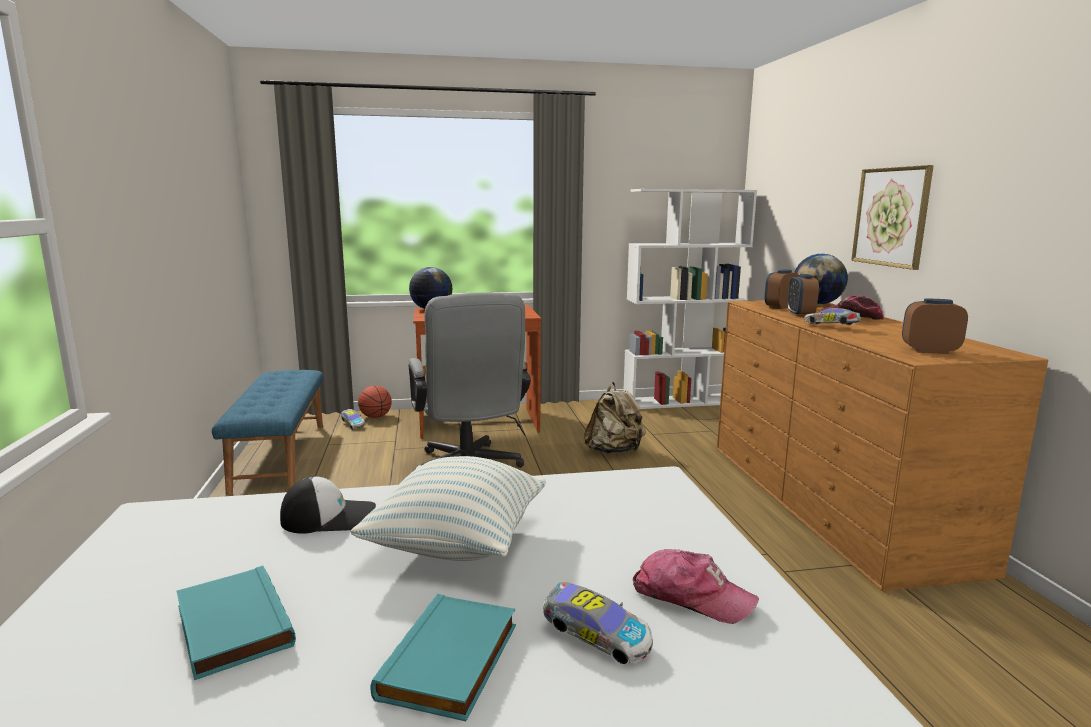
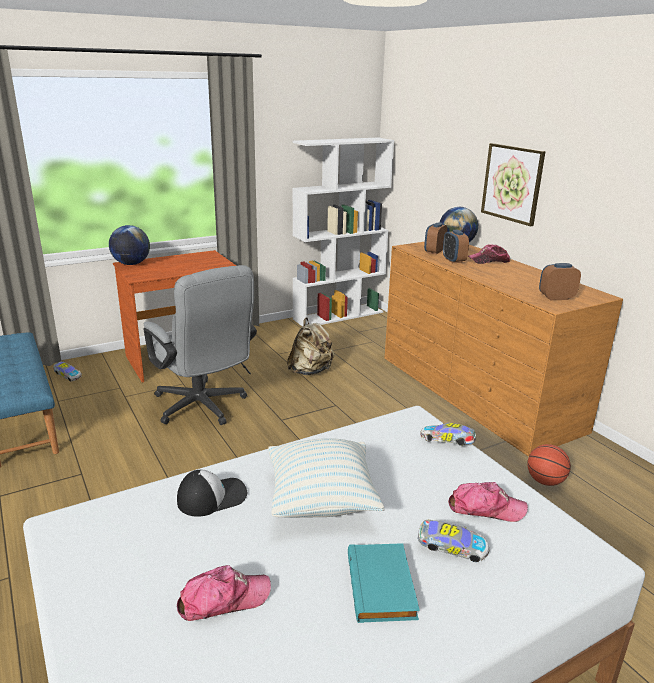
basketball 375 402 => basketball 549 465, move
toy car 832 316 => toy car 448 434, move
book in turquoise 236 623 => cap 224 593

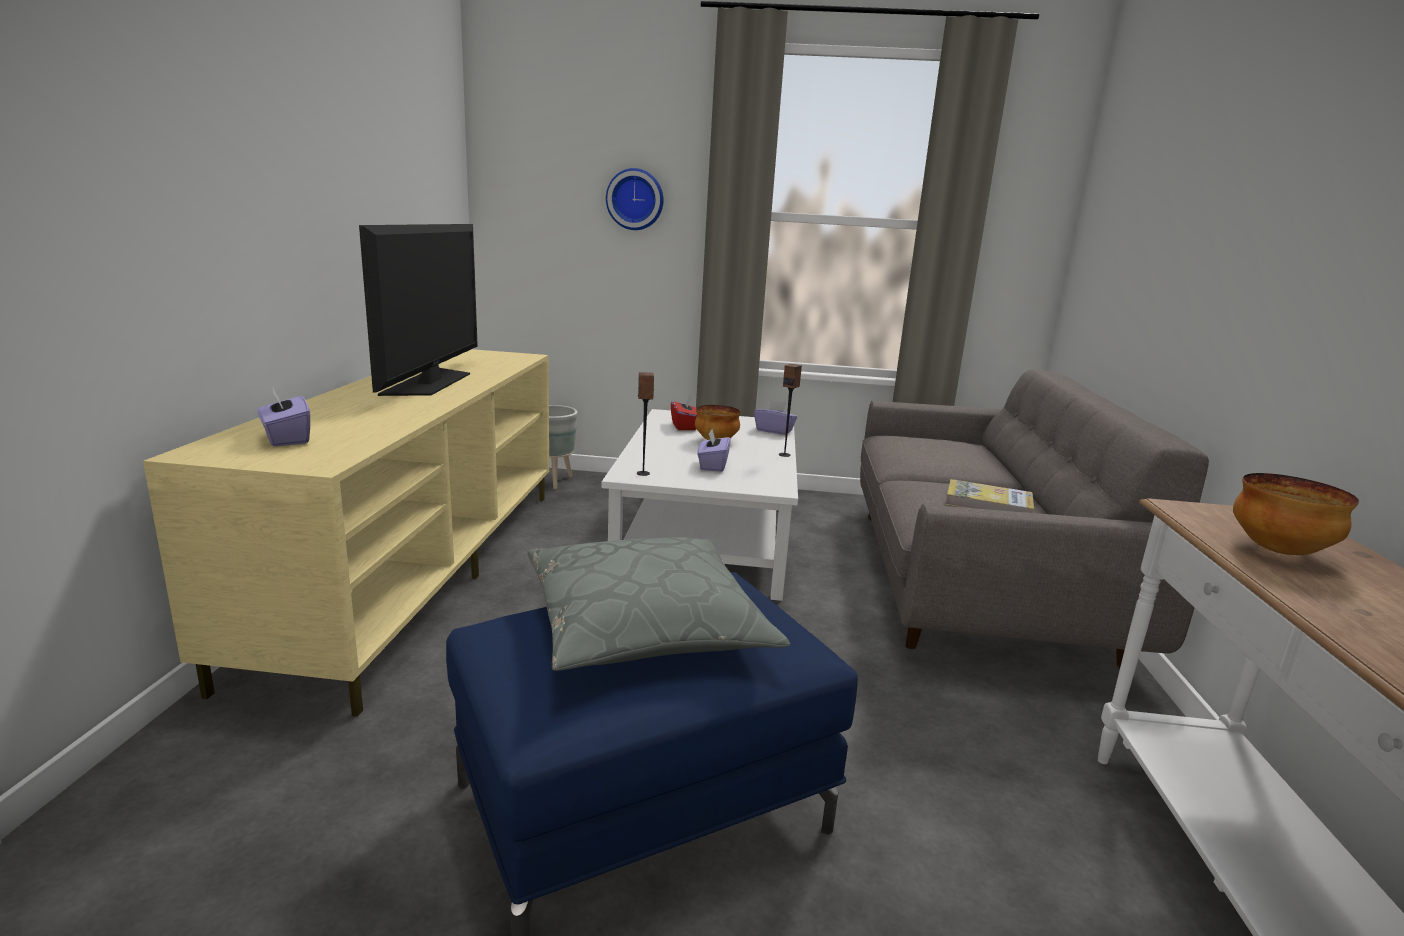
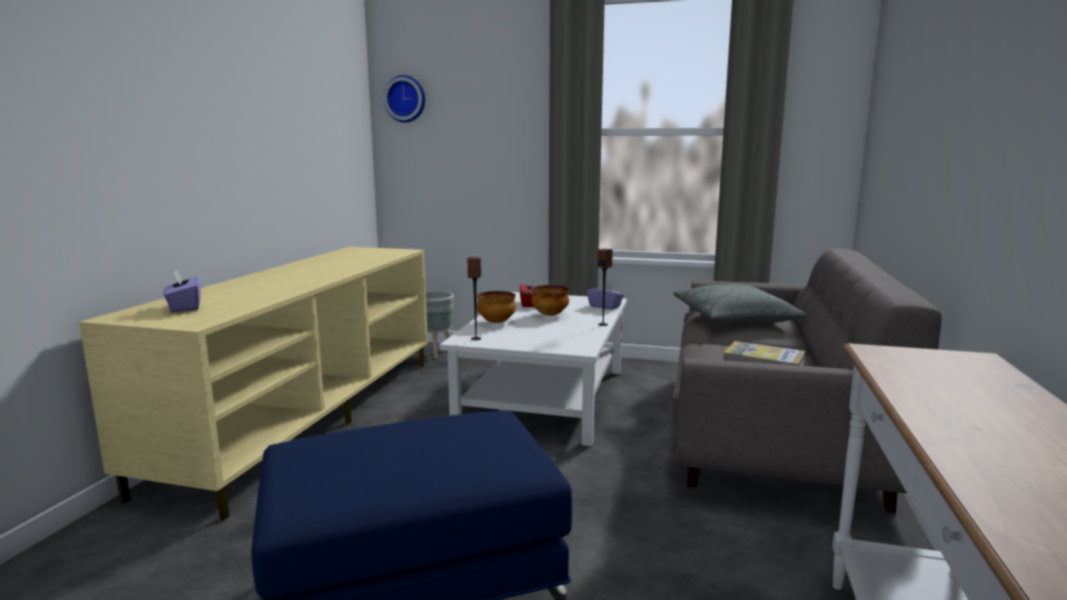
television 418 310 => nothing
tissue box in purple 714 450 => nothing
pillow in grey 659 604 => pillow in grey 740 305, move
wall clock 634 199 => wall clock 404 99, move
bowl 1296 514 => bowl 496 307, move

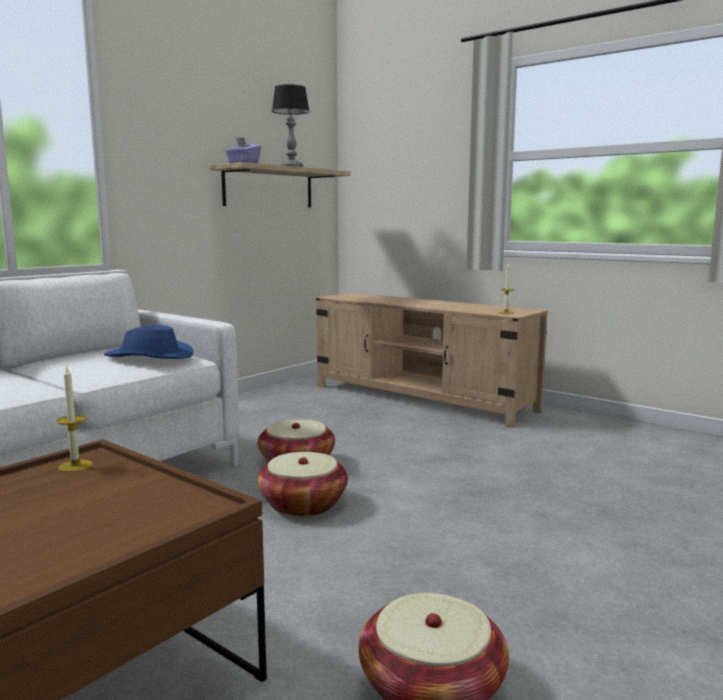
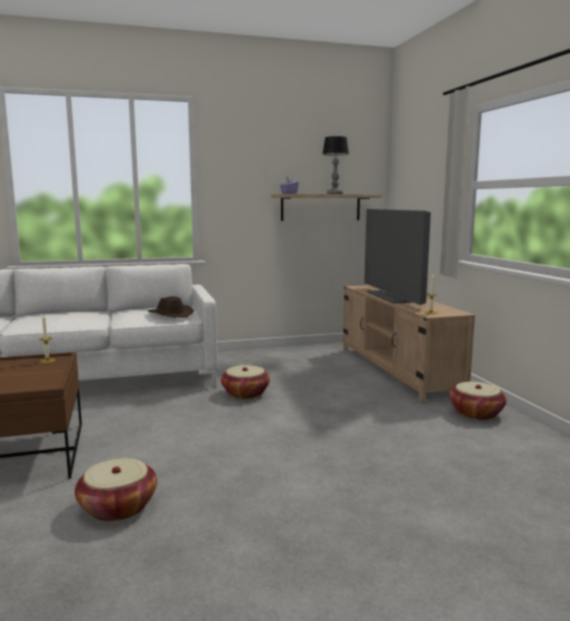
nothing => television 397 257
basket 302 484 => basket 478 401, move
hat in blue 149 342 => hat in brown 171 307

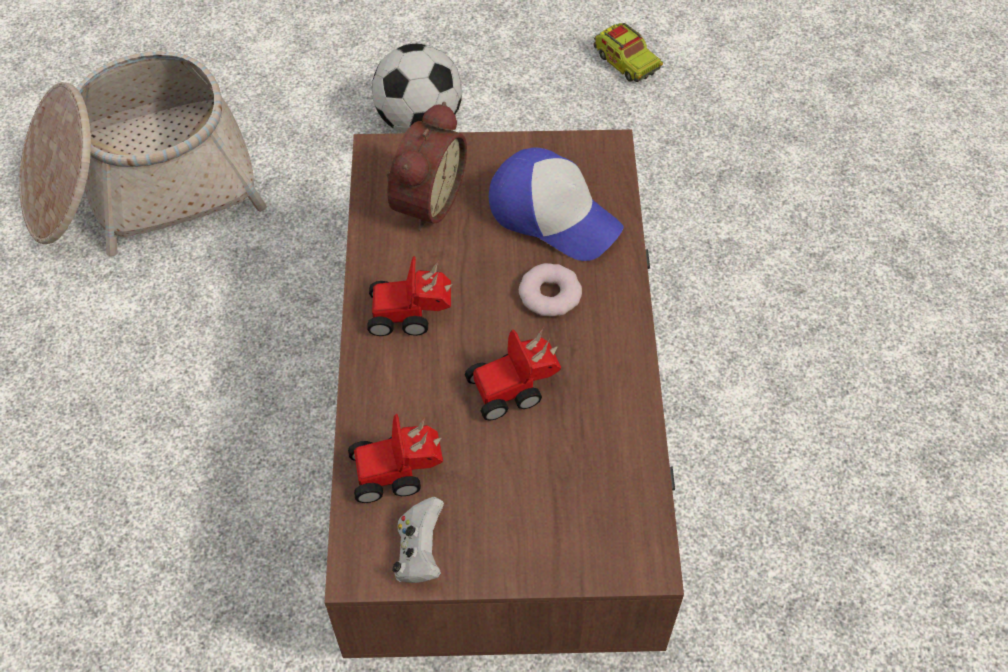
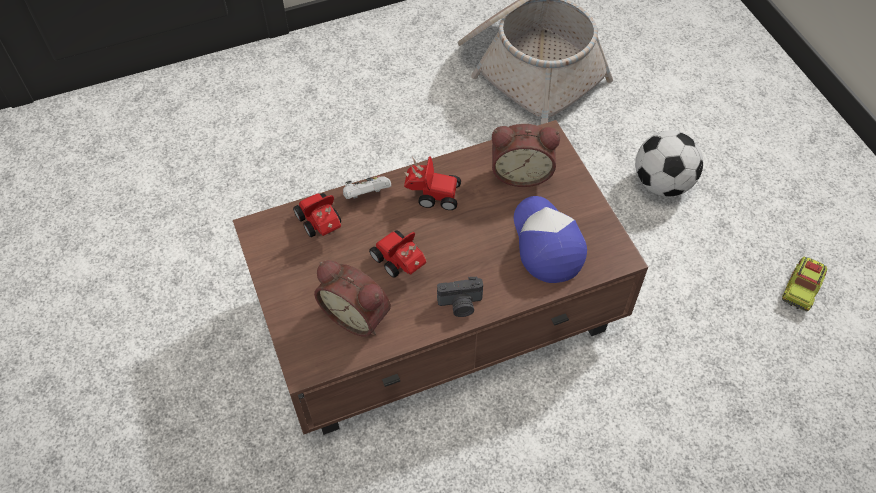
donut 550 290 => nothing
nothing => alarm clock 352 298
nothing => photo camera 460 297
game controller in white 418 540 => game controller in white 367 187, move
toy car 409 296 => toy car 432 183, 120 degrees clockwise
cap 556 204 => cap 550 239, 150 degrees clockwise

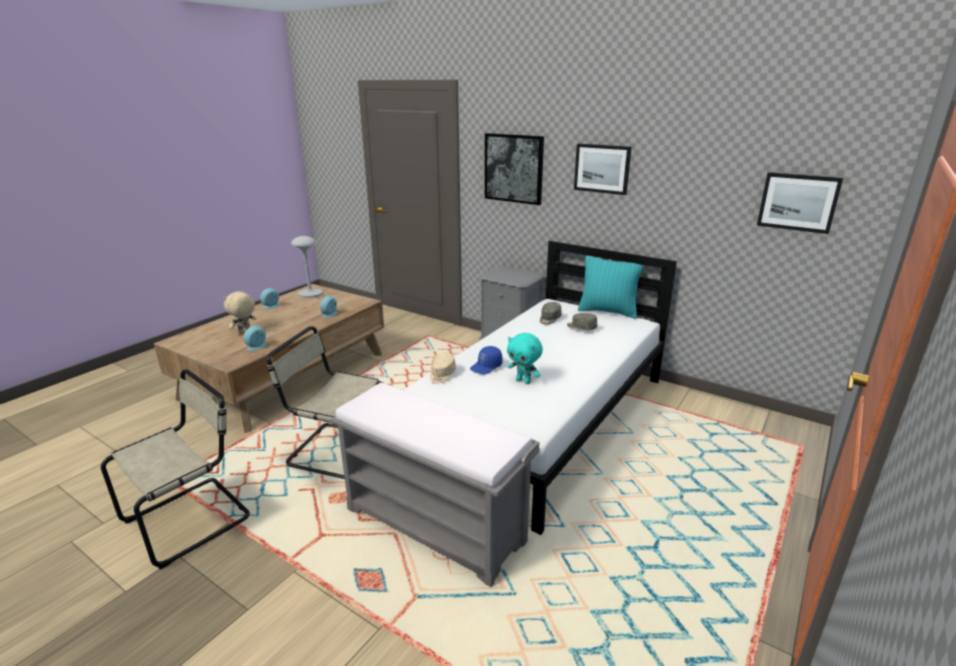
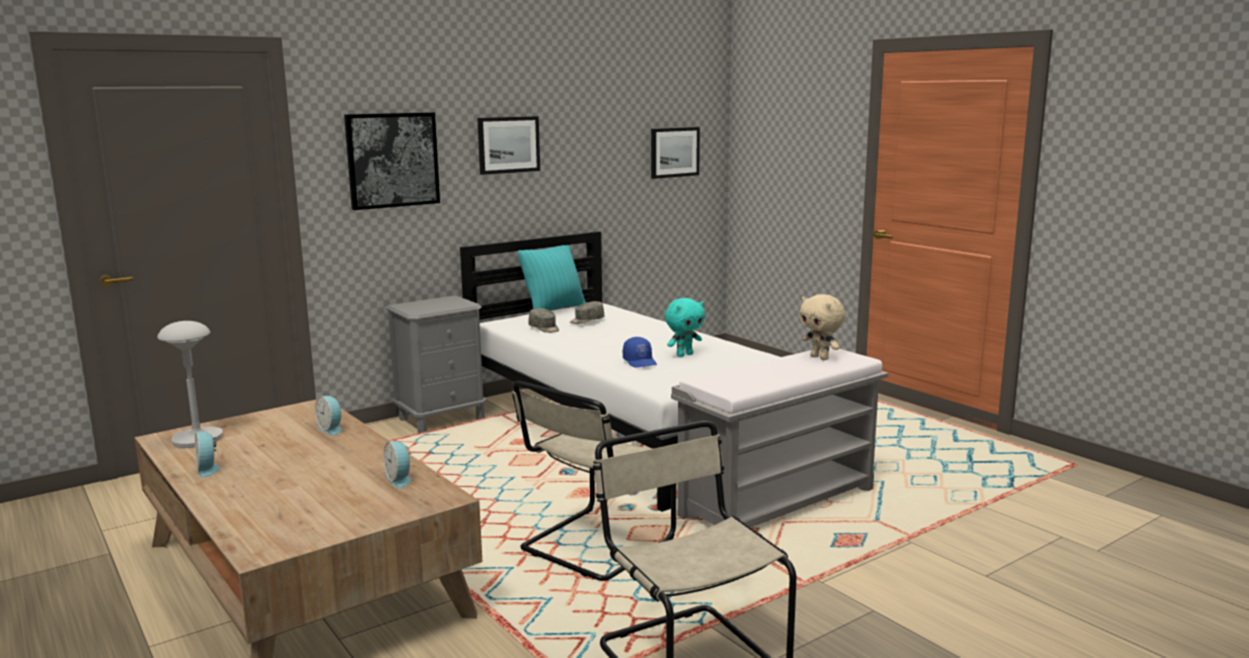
cap in beige 443 368 => nothing
plush toy in beige 239 312 => plush toy in beige 822 327, move

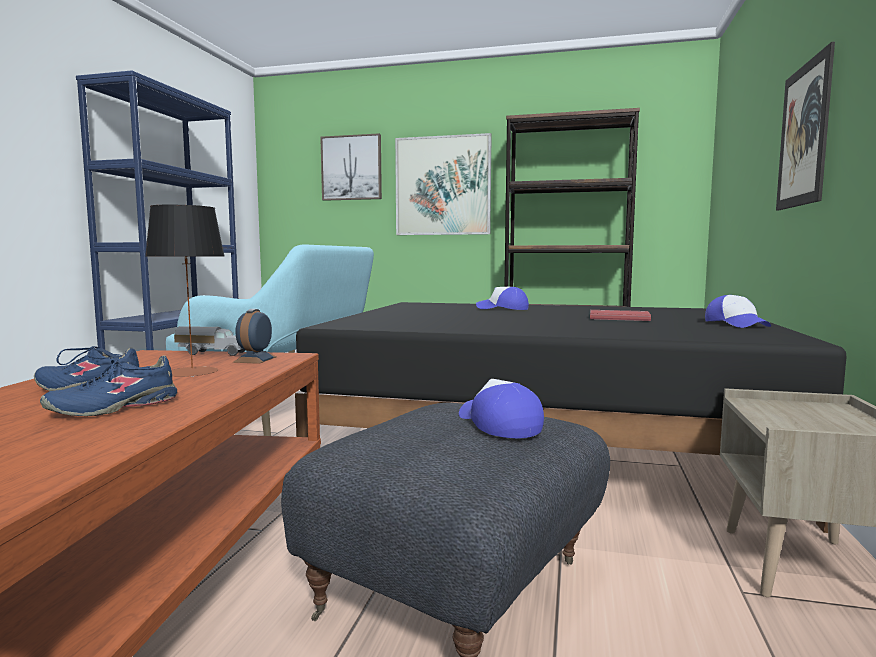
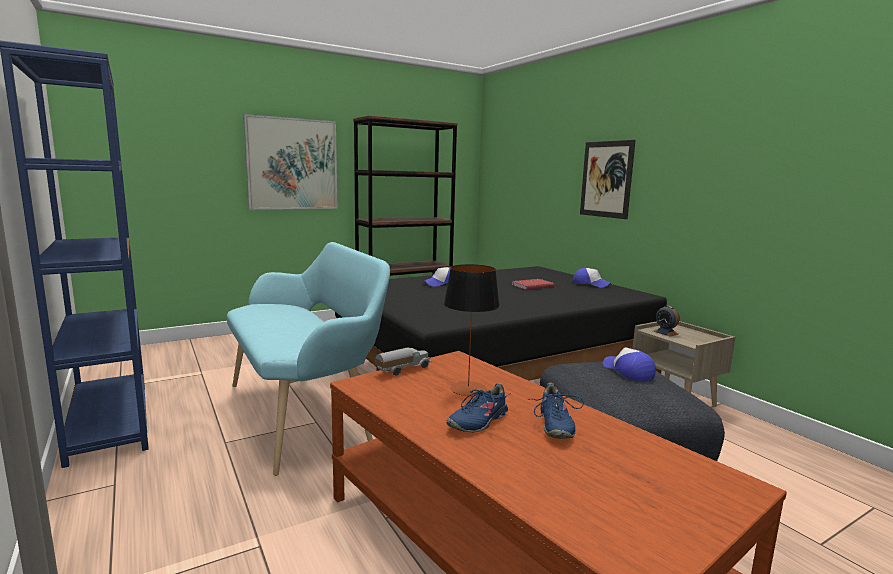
picture 351 167 => nothing
alarm clock 255 336 => alarm clock 666 321, move
cap 501 408 => cap 629 364, 45 degrees clockwise

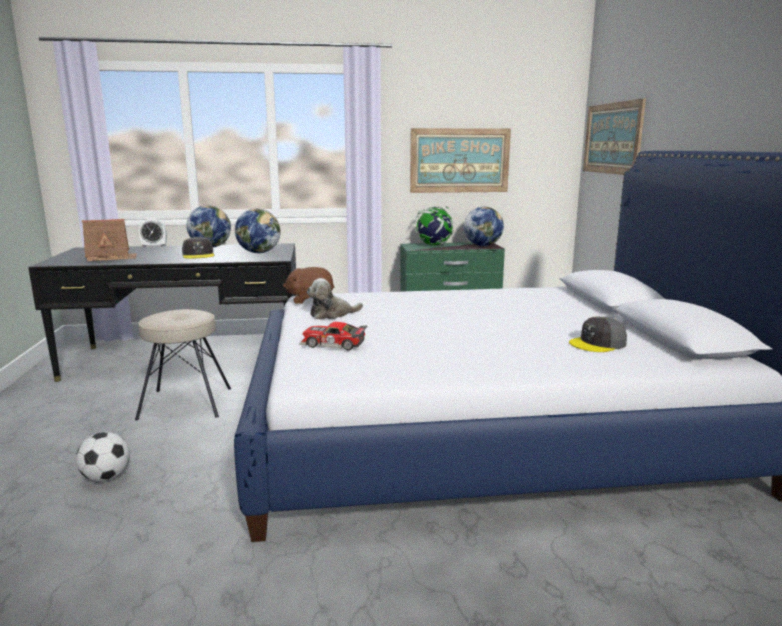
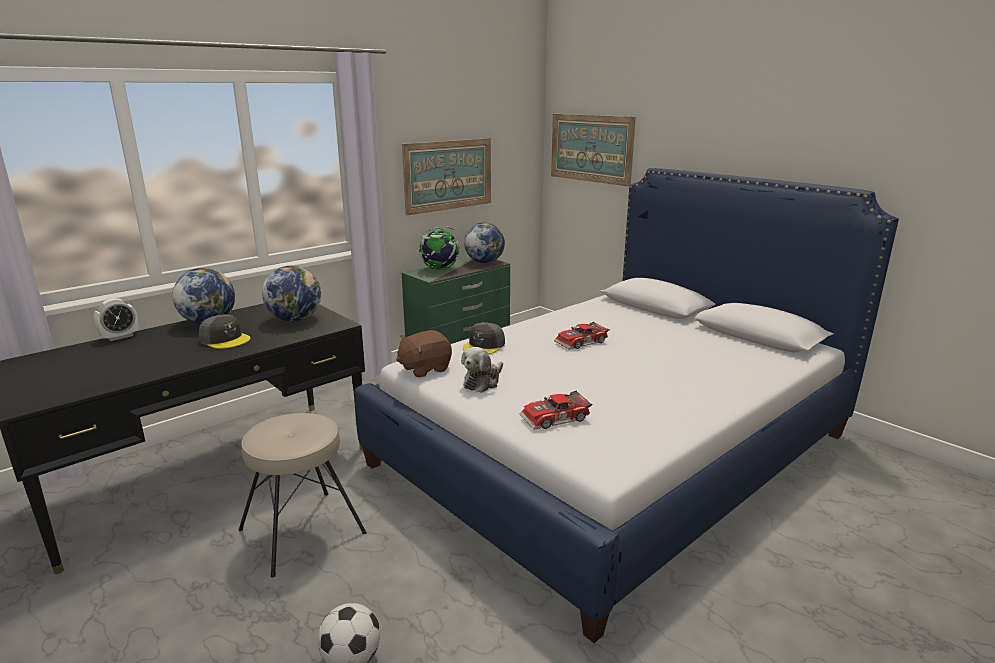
toy house 109 240 => nothing
nothing => toy car 582 336
cap in grey 598 334 => cap in grey 484 338, move

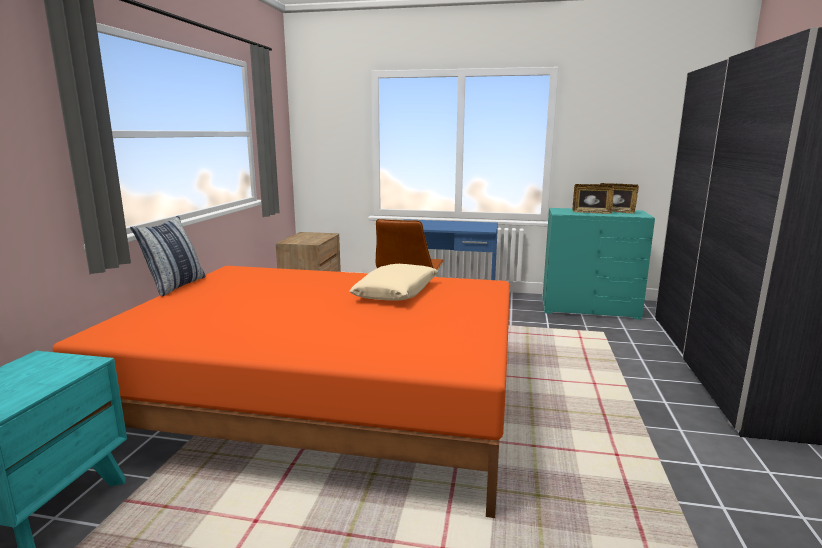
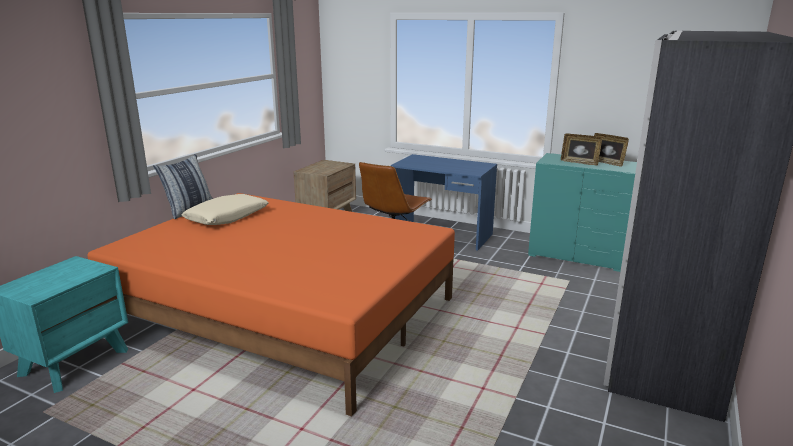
pillow in beige 394 282 => pillow in beige 225 209, move

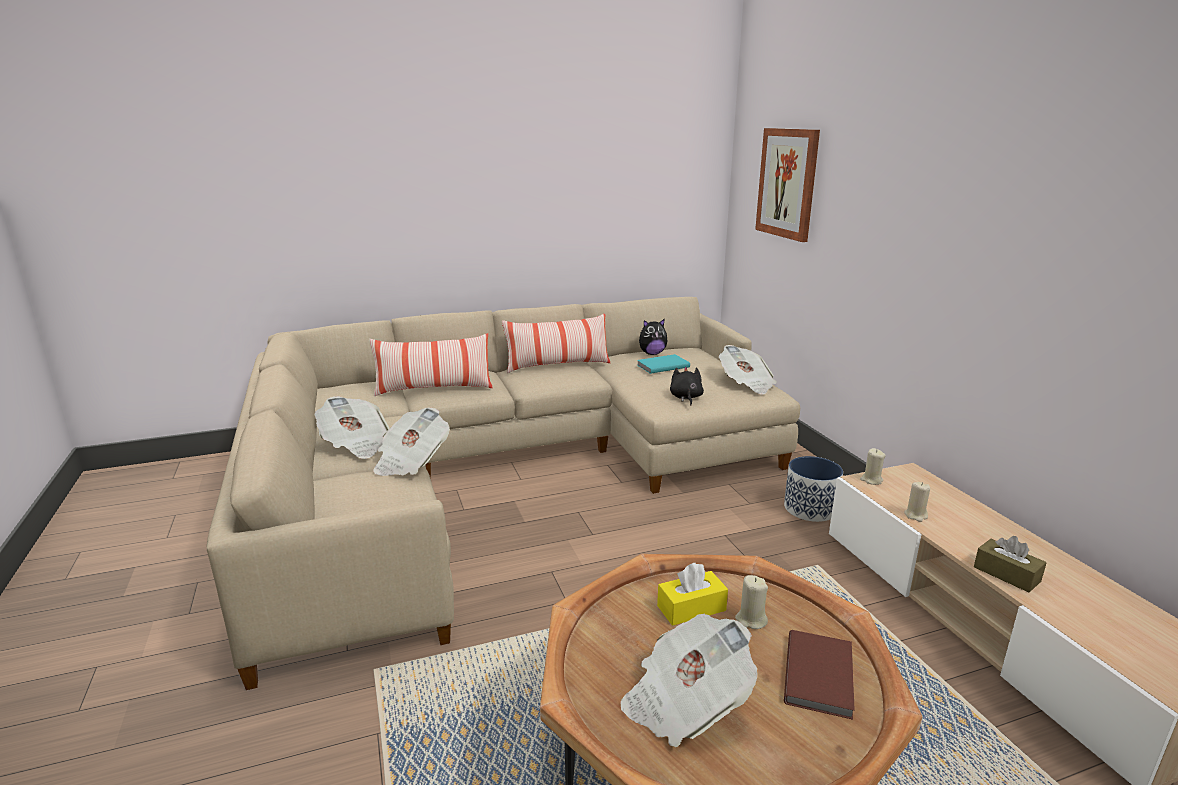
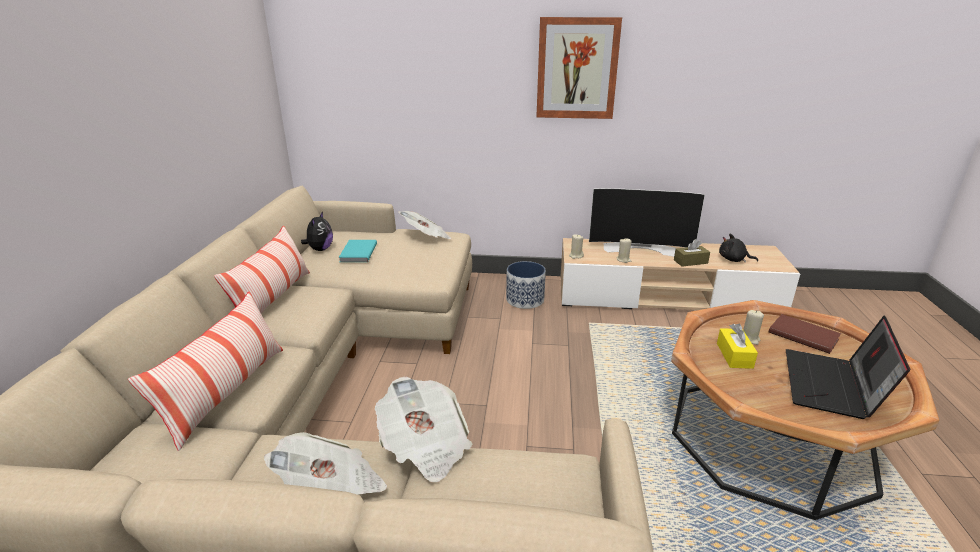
nothing => television 647 222
plush toy in black 687 386 => plush toy in black 738 248, move
picture 787 185 => picture 579 68, move
newspaper 688 681 => laptop 848 367

